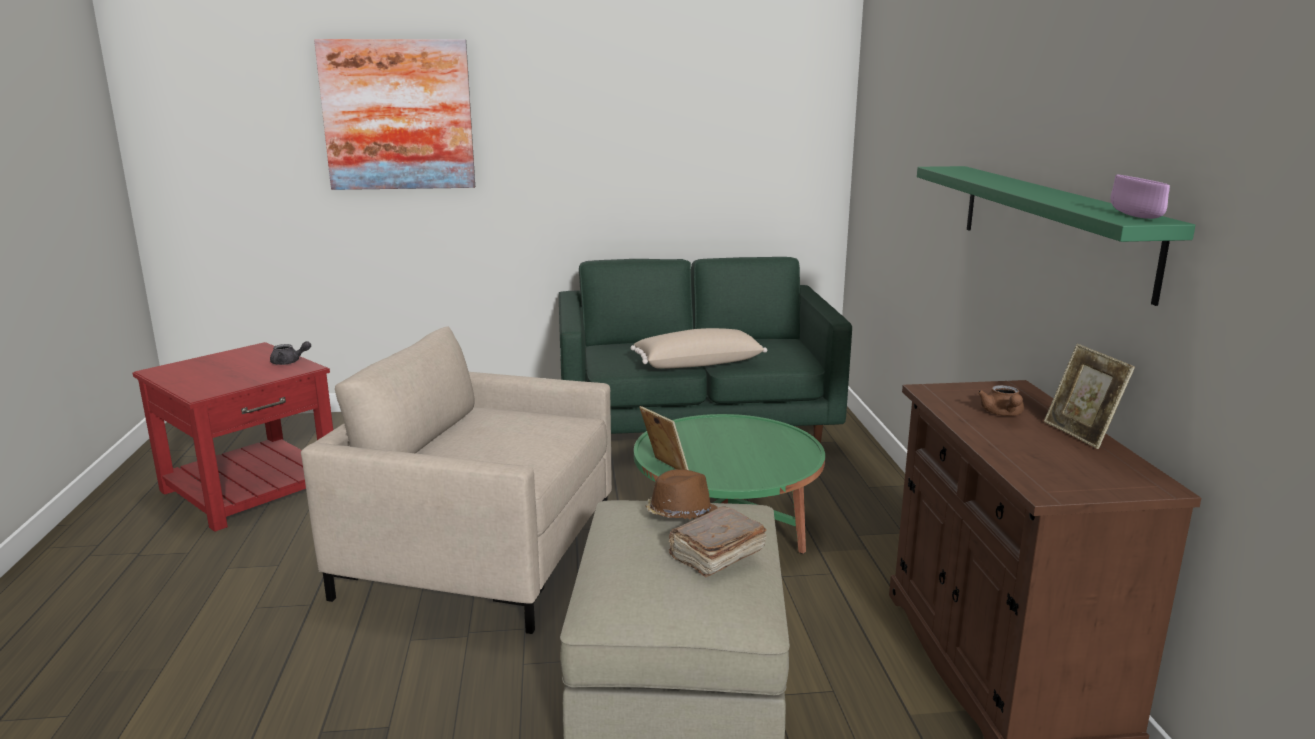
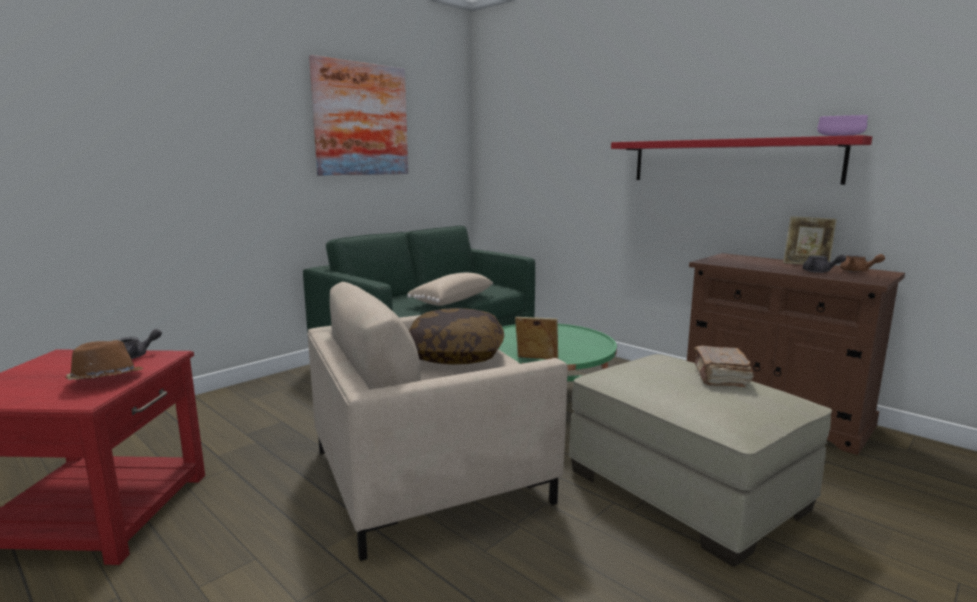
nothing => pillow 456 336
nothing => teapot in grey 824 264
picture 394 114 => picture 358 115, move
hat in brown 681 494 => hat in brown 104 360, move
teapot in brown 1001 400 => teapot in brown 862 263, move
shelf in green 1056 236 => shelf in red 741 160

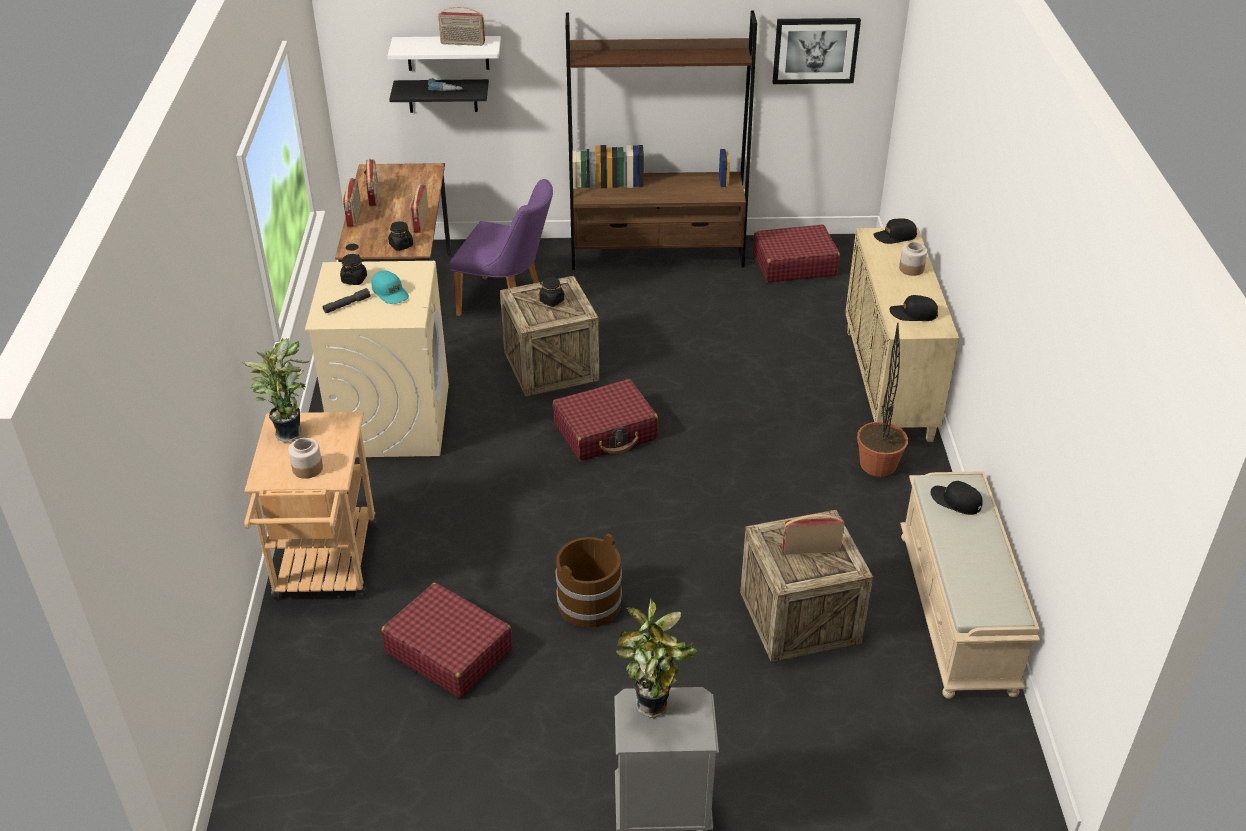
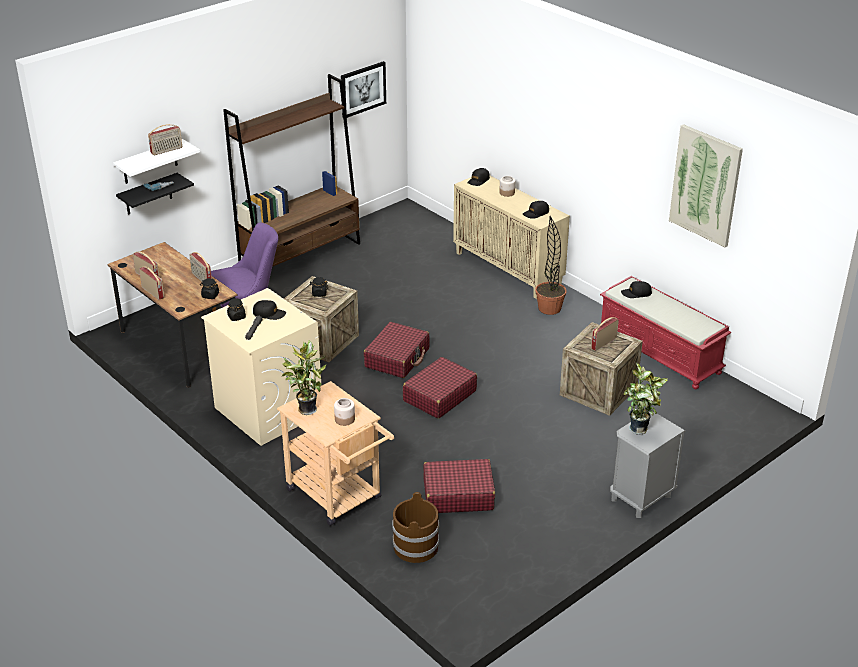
nothing => picture 706 185
bucket in brown 589 580 => bucket in brown 415 527, move
suitcase in red 796 253 => suitcase in red 440 388, move
cap in turquoise 390 287 => cap in black 269 310
bench in beige 970 585 => bench in red 665 332

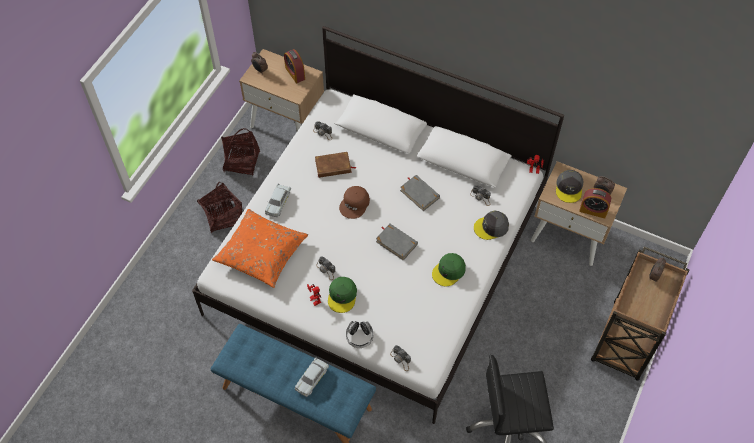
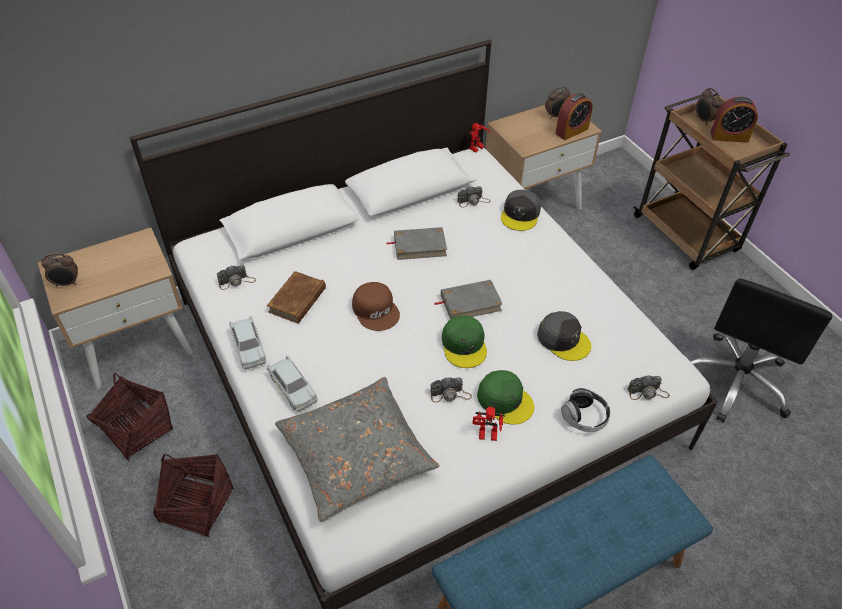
alarm clock 294 66 => alarm clock 734 120, move
toy car in white 312 377 => toy car in white 247 342, move
cap in green 449 269 => cap in green 464 342, move
cap in grey 569 186 => cap in grey 564 336, move
pillow in orange 260 248 => pillow in grey 357 449

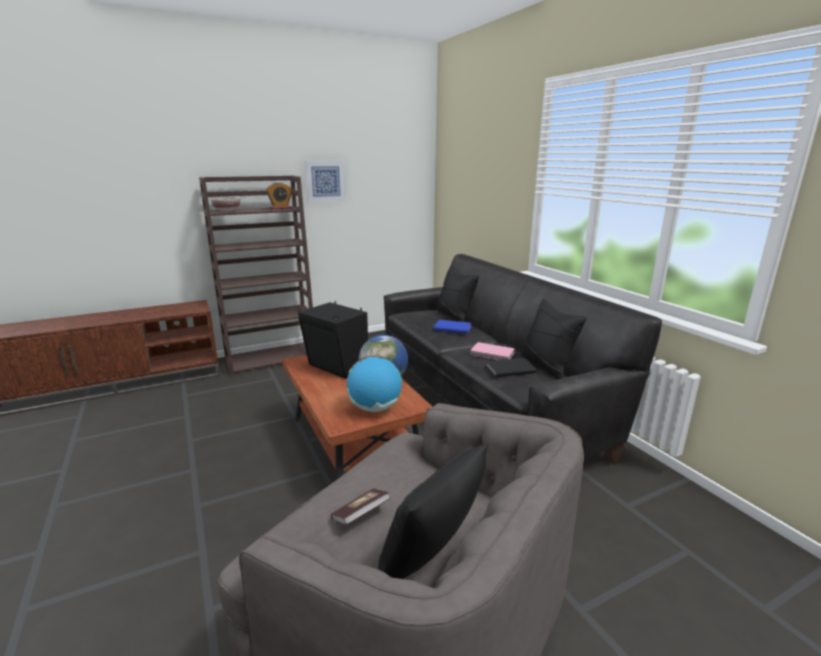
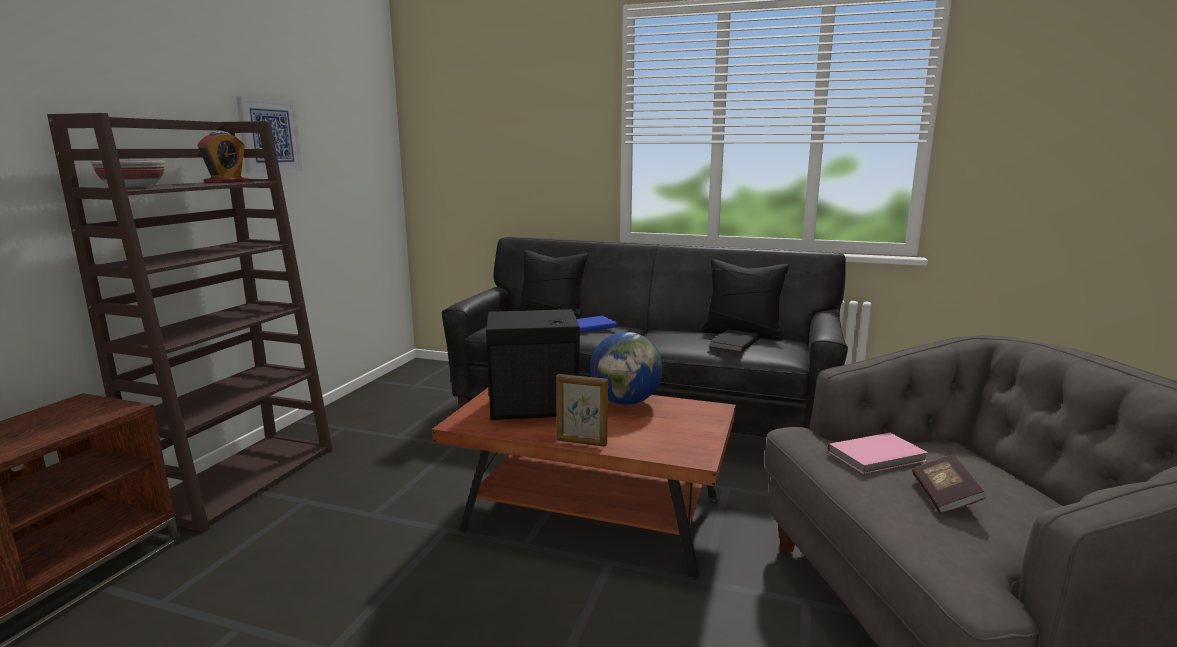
globe 374 383 => nothing
pillow in black 433 511 => nothing
nothing => picture frame 582 410
book in pink 492 351 => book in pink 877 453, move

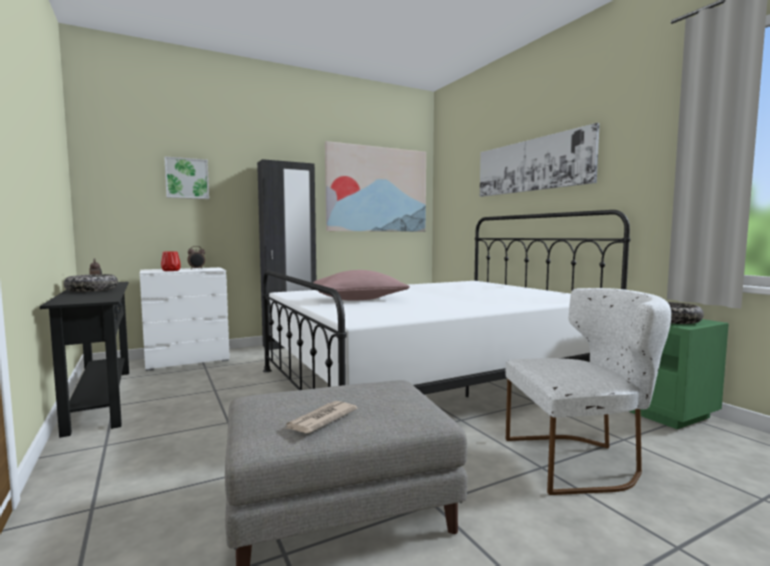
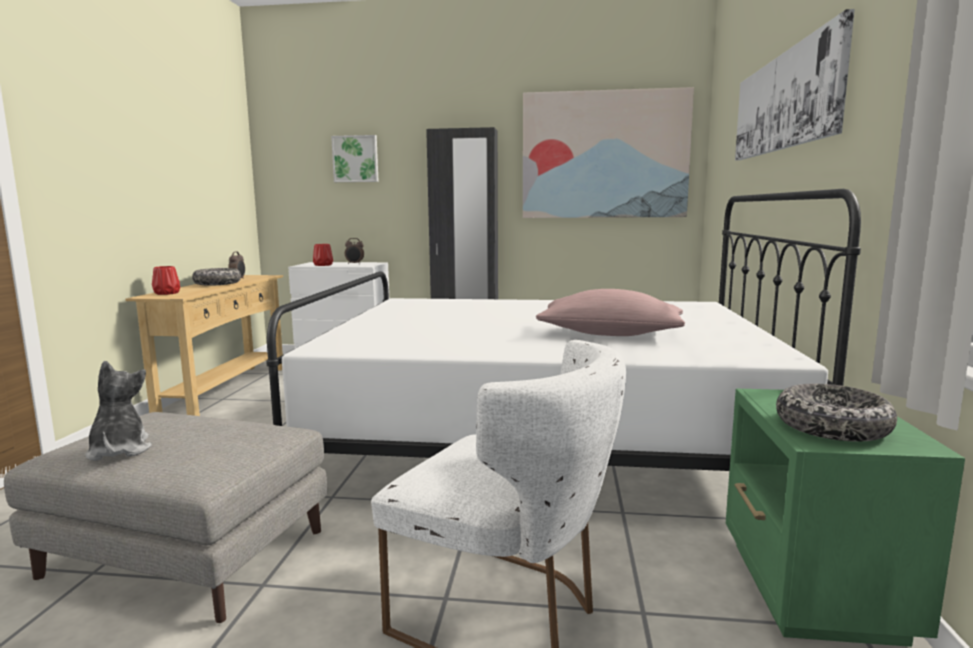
nothing => vase in red 166 280
pillow in pink 361 285 => pillow in pink 610 312, move
newspaper 320 417 => plush toy 118 411
console table in black 84 360 => console table in beige 204 345

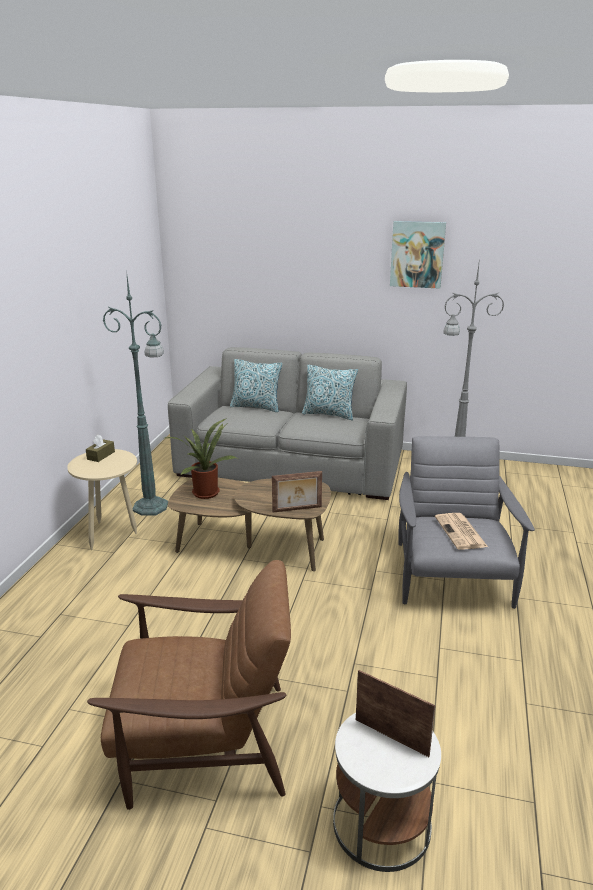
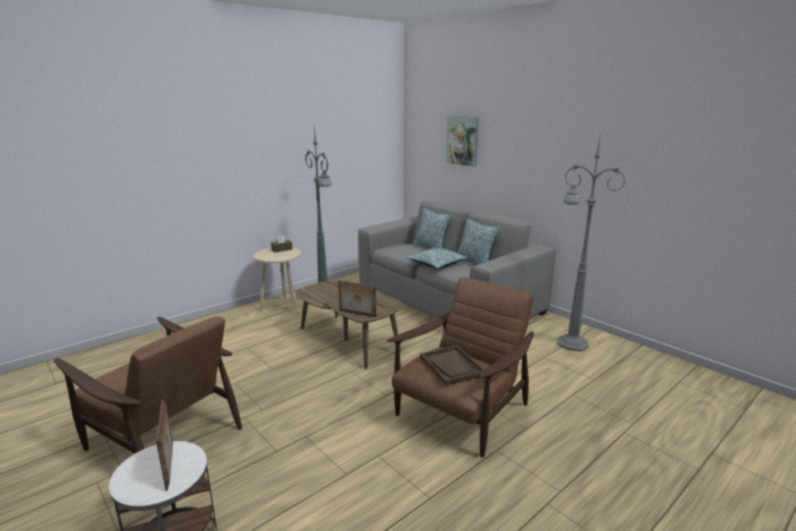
potted plant 201 458 => nothing
nothing => pillow 437 258
picture 418 255 => picture 462 141, move
newspaper 461 531 => tray in brown 452 365
armchair in grey 466 522 => armchair in brown 460 367

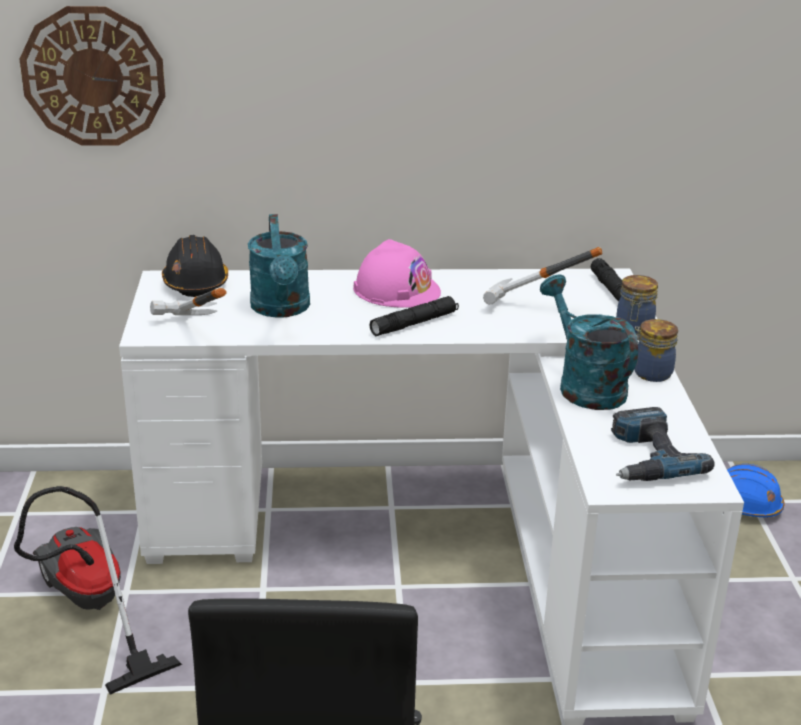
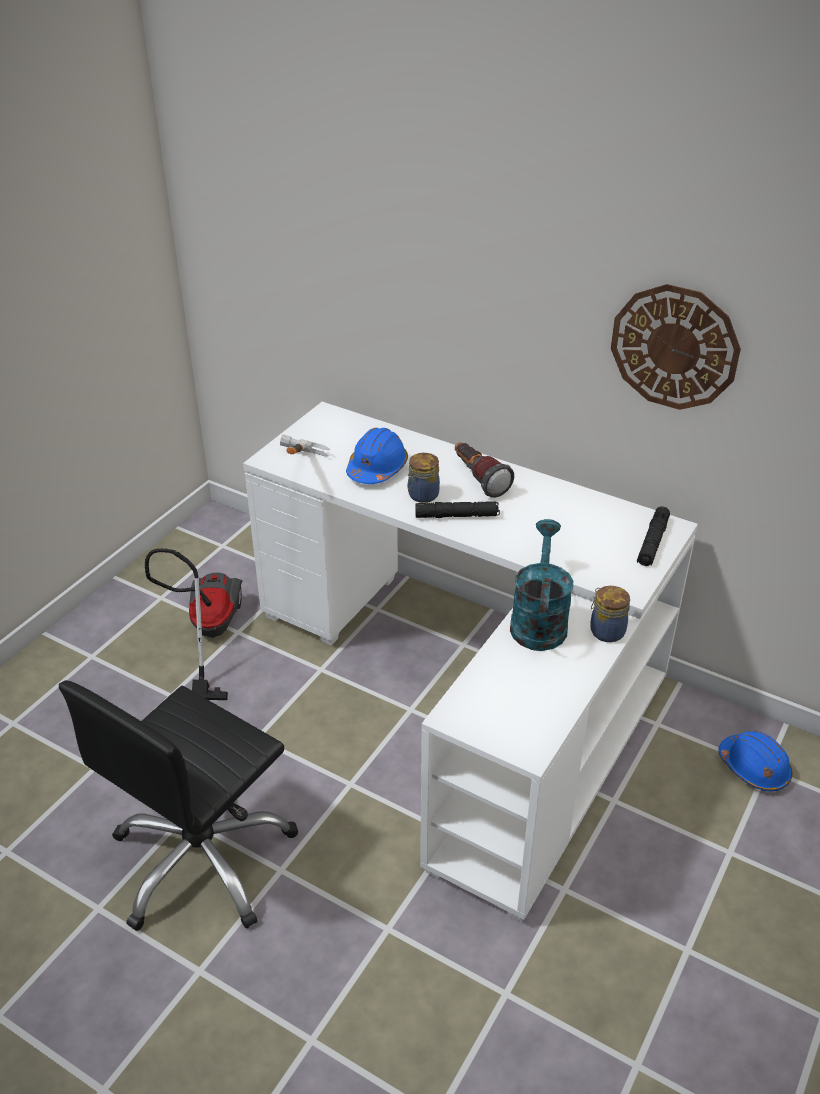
hard hat in black 195 266 => nothing
hammer 542 275 => nothing
power drill 662 444 => nothing
wall clock 92 76 => wall clock 676 347, move
jar 637 304 => jar 423 478, move
watering can in turquoise 279 266 => hard hat in blue 377 456
hard hat in pink 397 273 => flashlight 484 470

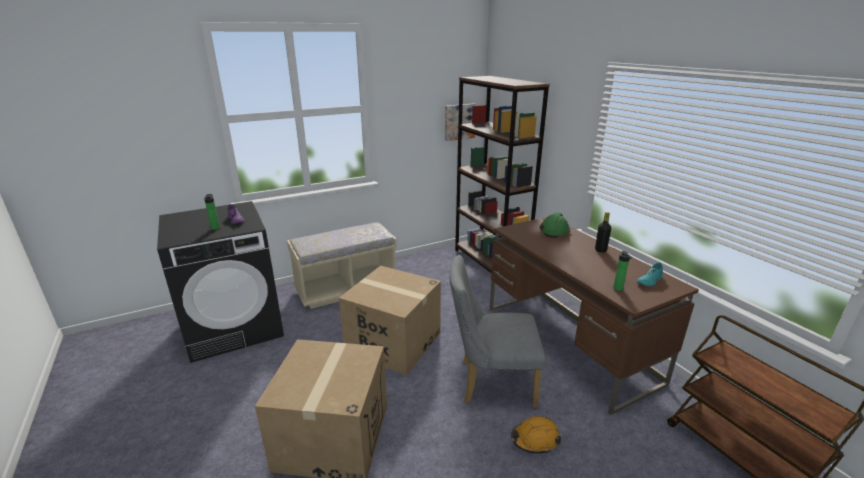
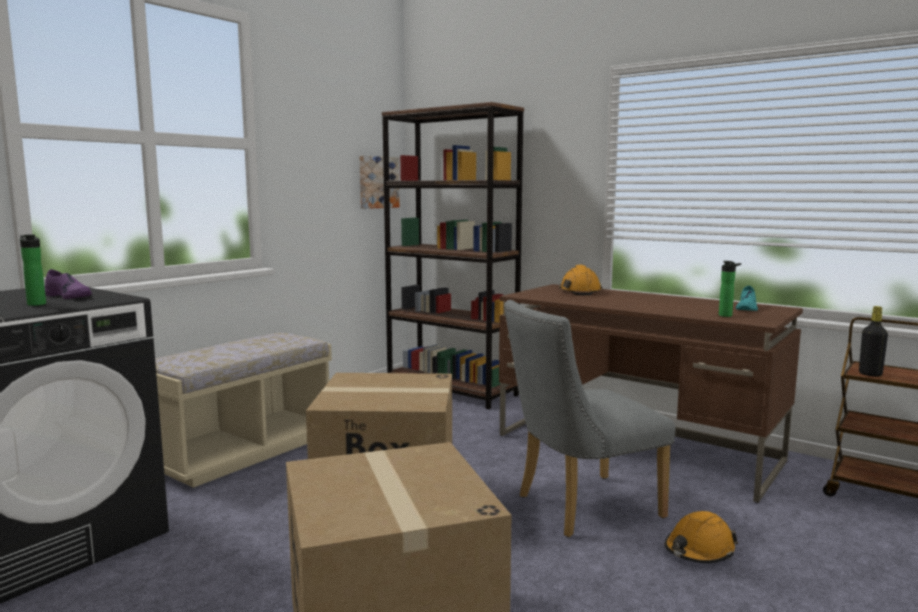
bottle in black 603 232 => bottle in black 873 341, move
hard hat in green 554 225 => hard hat in orange 580 280

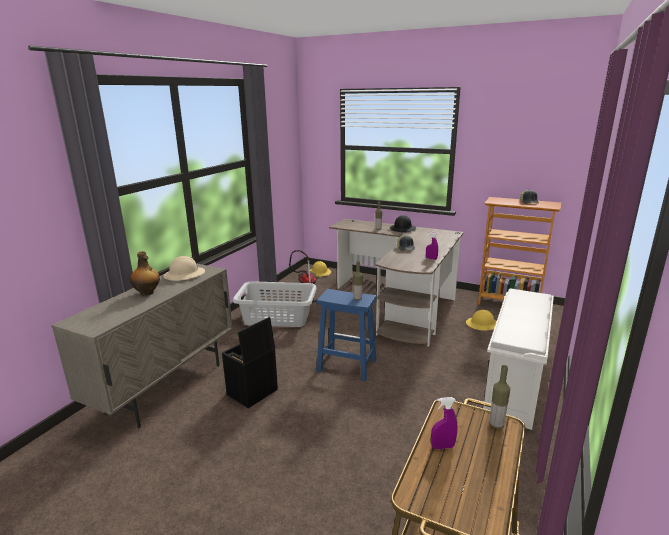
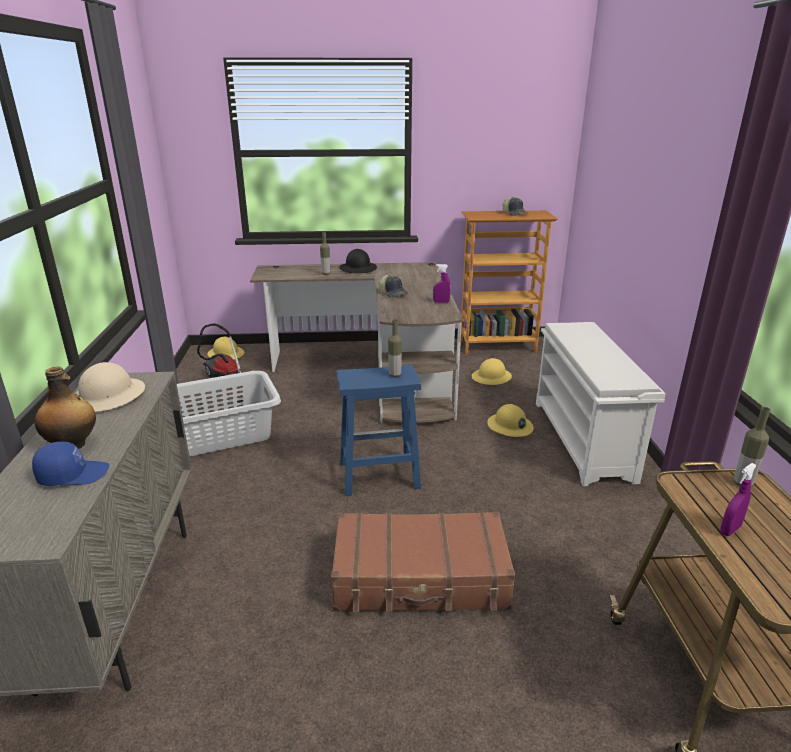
storage box in black 250 362 => nothing
nothing => cap in blue 70 463
nothing => suitcase in brown 423 562
nothing => hard hat in yellow 510 420

